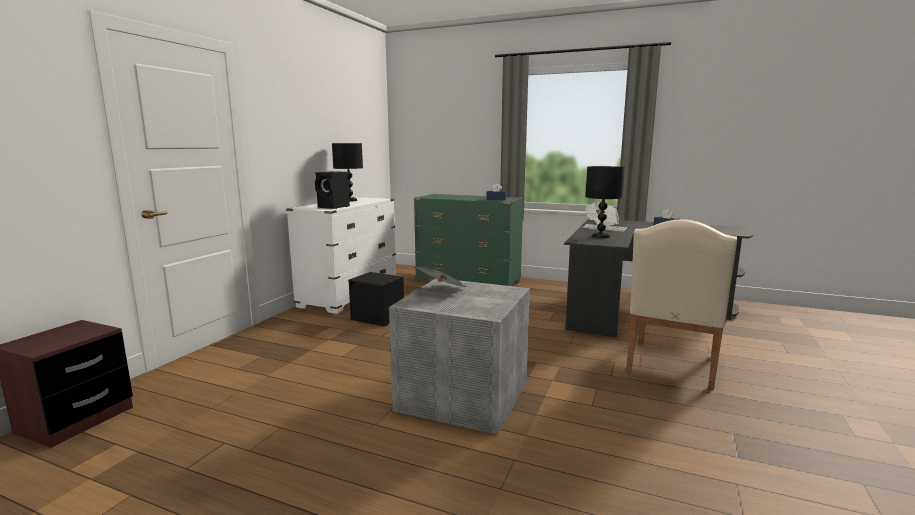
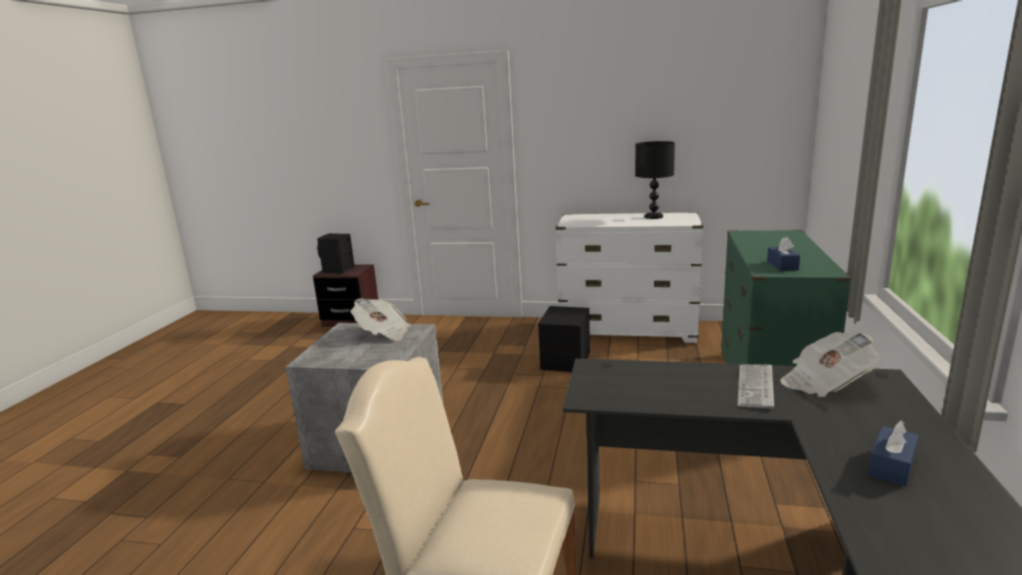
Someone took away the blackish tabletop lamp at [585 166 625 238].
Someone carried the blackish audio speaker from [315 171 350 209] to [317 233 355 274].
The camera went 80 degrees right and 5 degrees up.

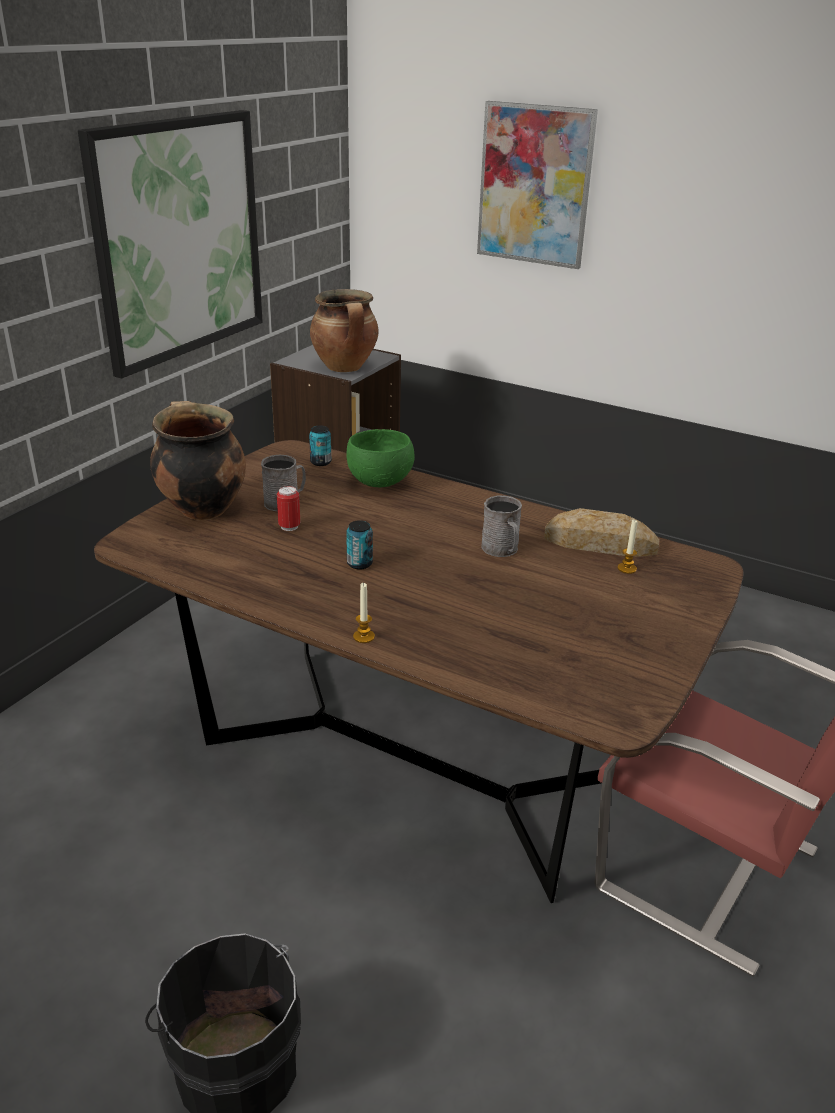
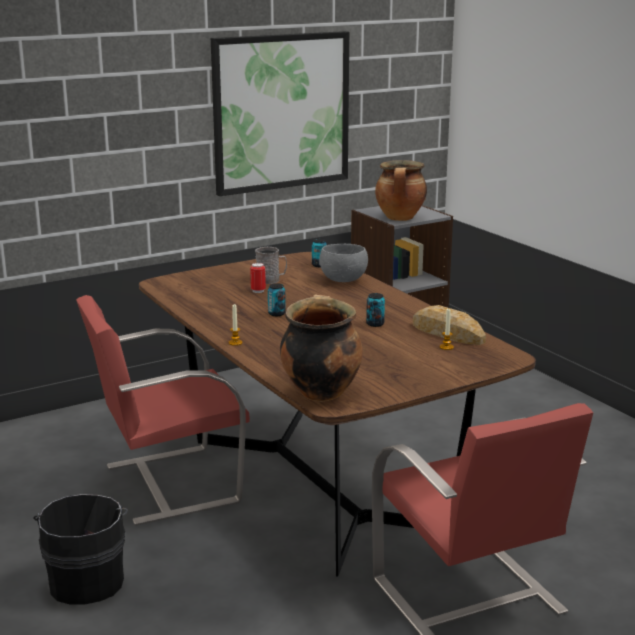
Someone took away the wall art at [477 101 598 269].
Someone put down the red upright chair at [76 295 250 526].
Someone carried the saucepot from [150 401 246 520] to [280 295 363 401].
Someone swapped the greyish tea mug at [481 495 522 557] for the sealed can at [366 293 385 327].
Someone repainted the green bowl at [346 429 414 487], which became the greyish bowl at [320 244 368 282].
The camera went 30 degrees right and 10 degrees down.

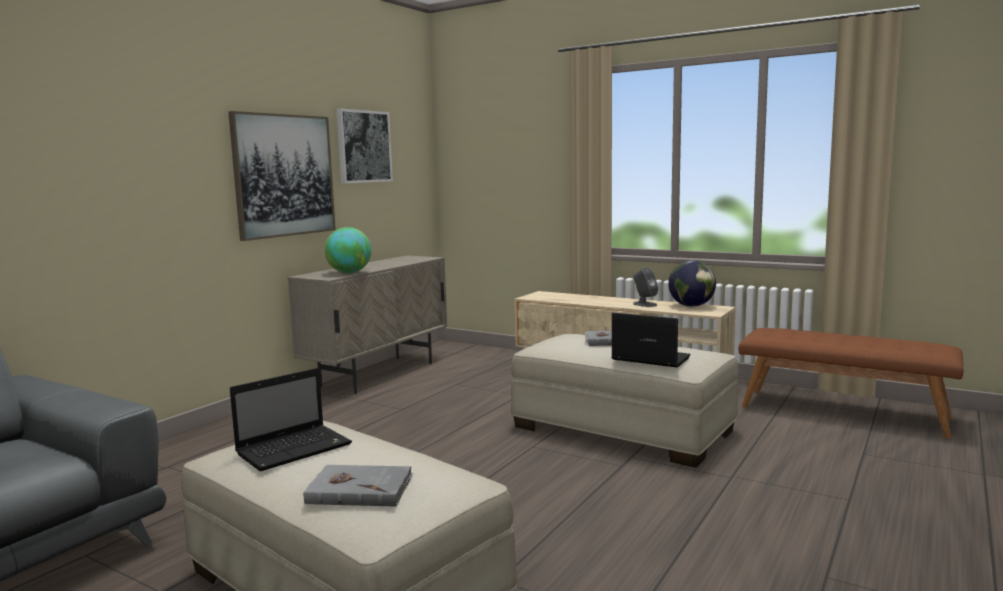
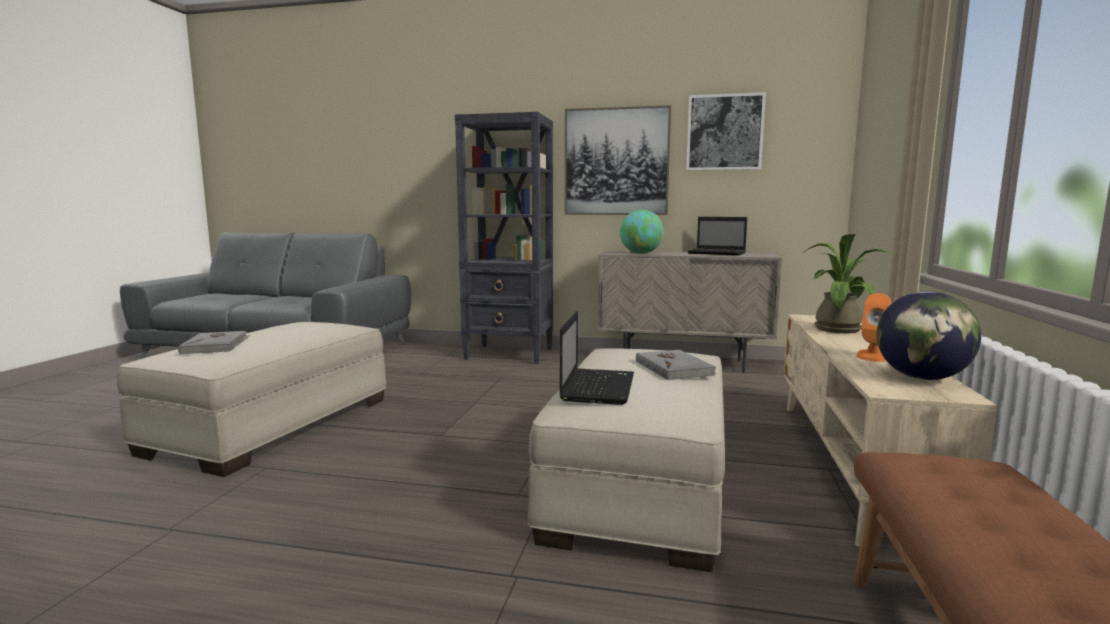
Someone put down the blackish bookcase at [455 112 553 364].
Someone put down the potted plant at [804 234 897 333].
Someone carried the portable computer from [230 368 352 471] to [688 217 747 256].
Someone repainted the greyish audio speaker at [633 267 658 307], which became the orange audio speaker at [857 293 892 362].
The camera went 70 degrees right and 0 degrees up.

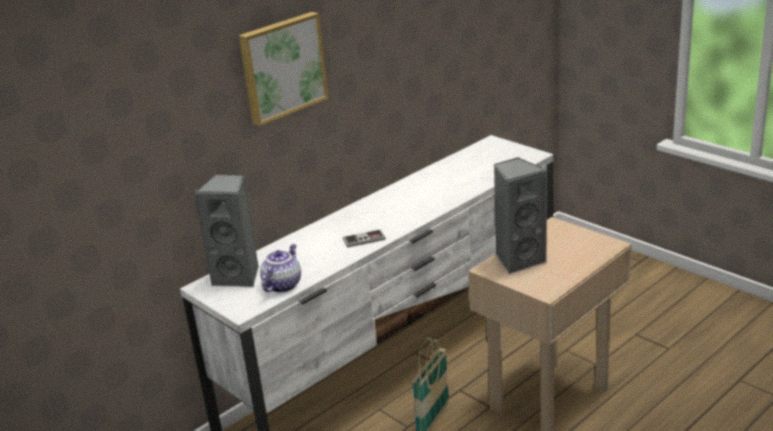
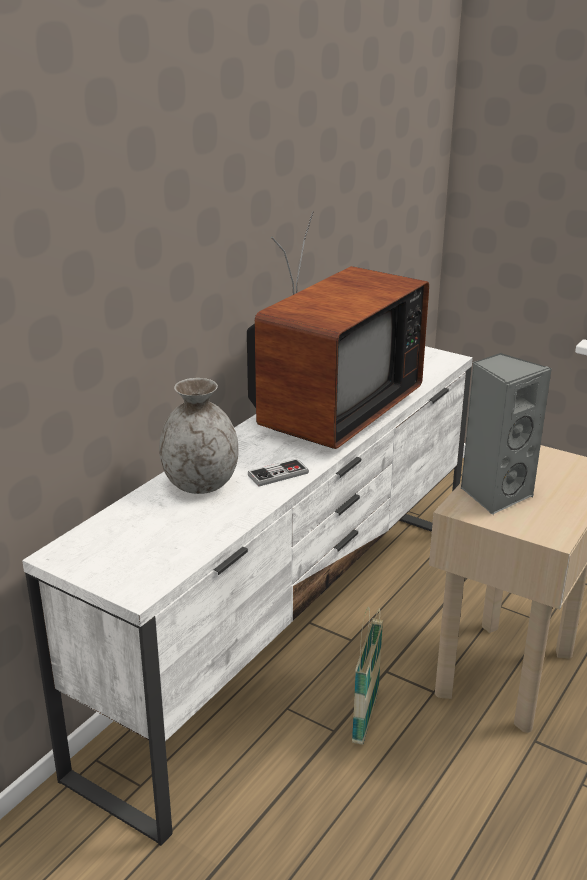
Someone took away the greyish audio speaker at [193 174 259 288].
Someone took away the wall art at [239 12 328 126].
Someone took away the teapot at [260 244 301 293].
Someone put down the greyish vase at [159 378 239 494].
Someone put down the TV at [247 211 429 449].
The camera went 15 degrees left and 0 degrees up.

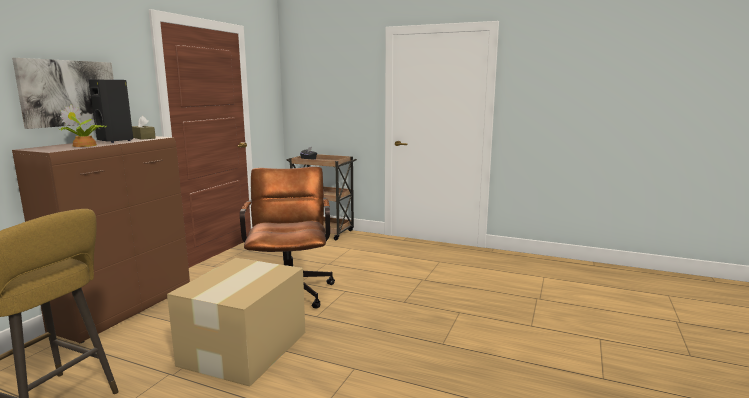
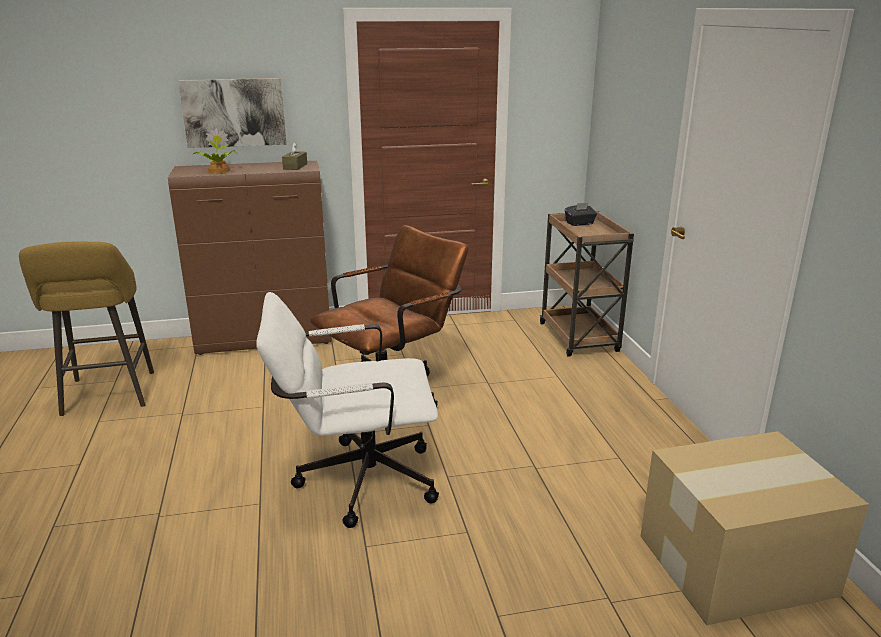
Someone took away the blackish audio speaker at [89 80 133 143].
Someone put down the white office chair at [256 292 439 528].
Someone carried the carton from [167 258 305 387] to [640 431 869 626].
The camera went 55 degrees right and 10 degrees up.

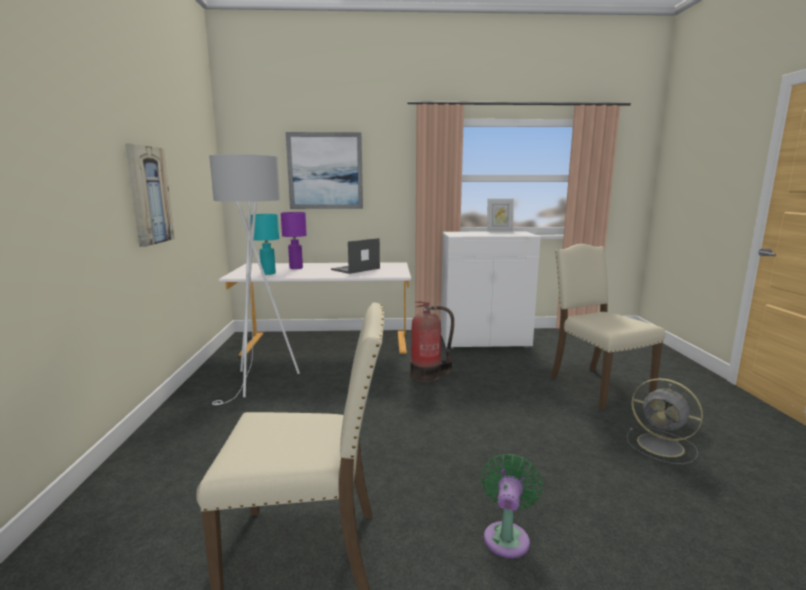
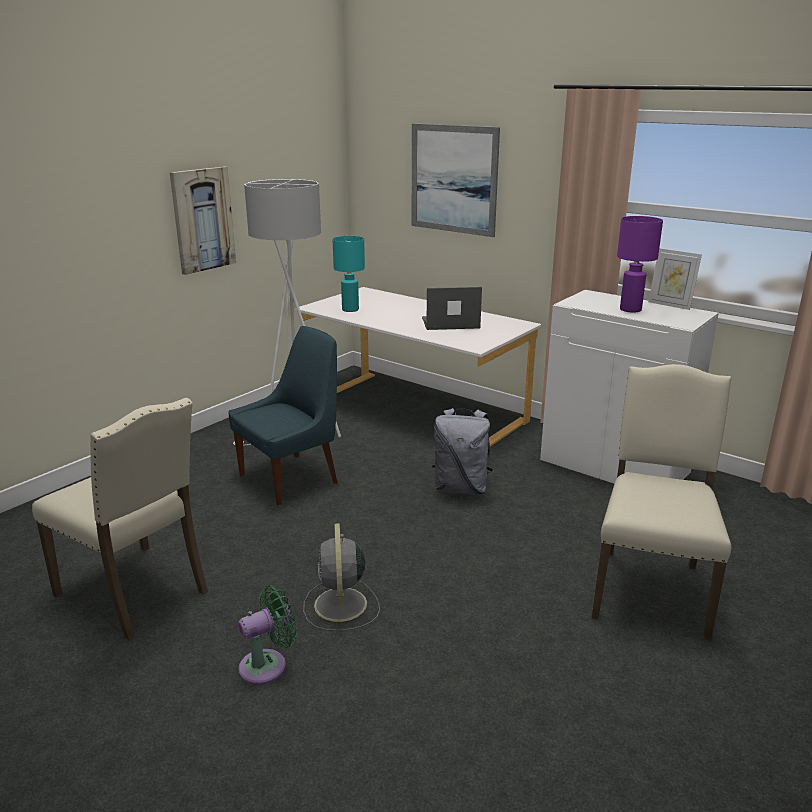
Someone put down the blue-coloured upright chair at [228 326 338 506].
Someone carried the purple tabletop lamp from [281 212 307 269] to [617 216 663 313].
Someone carried the greyish electric fan from [627 378 703 464] to [303 523 380 631].
Someone swapped the fire extinguisher at [411 301 454 382] for the greyish backpack at [432 408 493 494].
The camera went 40 degrees right and 10 degrees up.

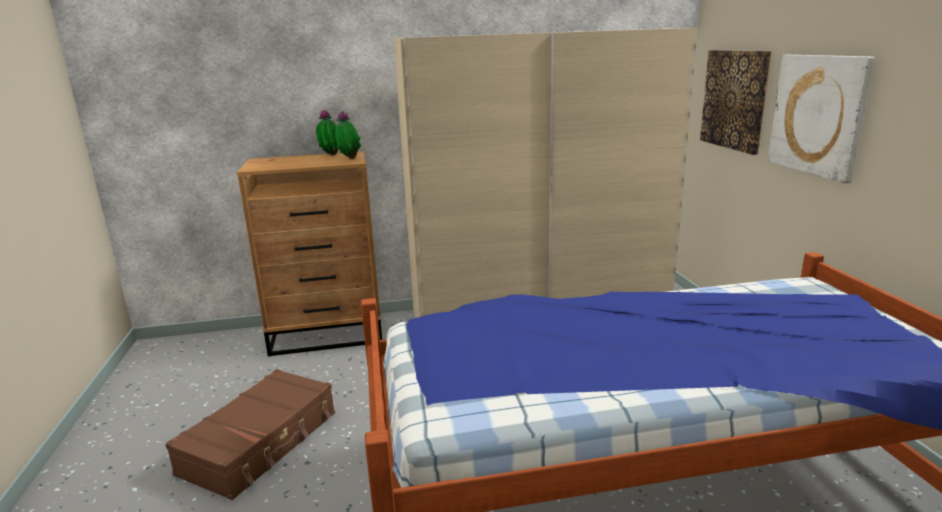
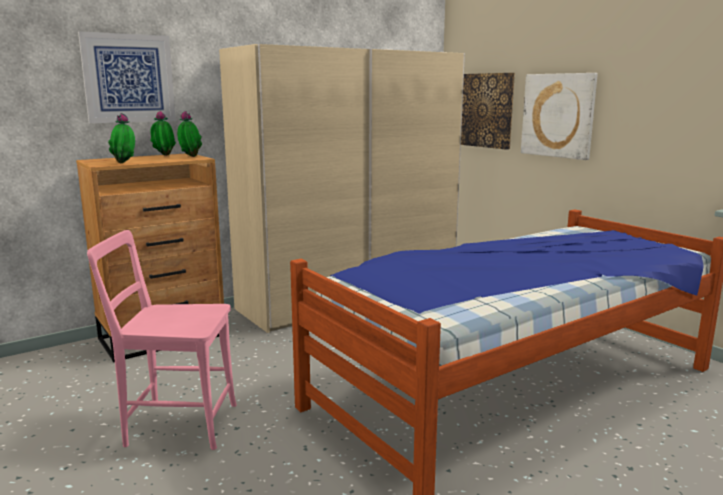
Someone put up the wall art at [78 31 176 123].
Someone put down the potted plant at [108 113 135 163].
Someone swapped the brown-coloured piece of luggage at [165 369 335 500] for the pink upright chair at [87 230 237 450].
The camera went 25 degrees left and 5 degrees down.

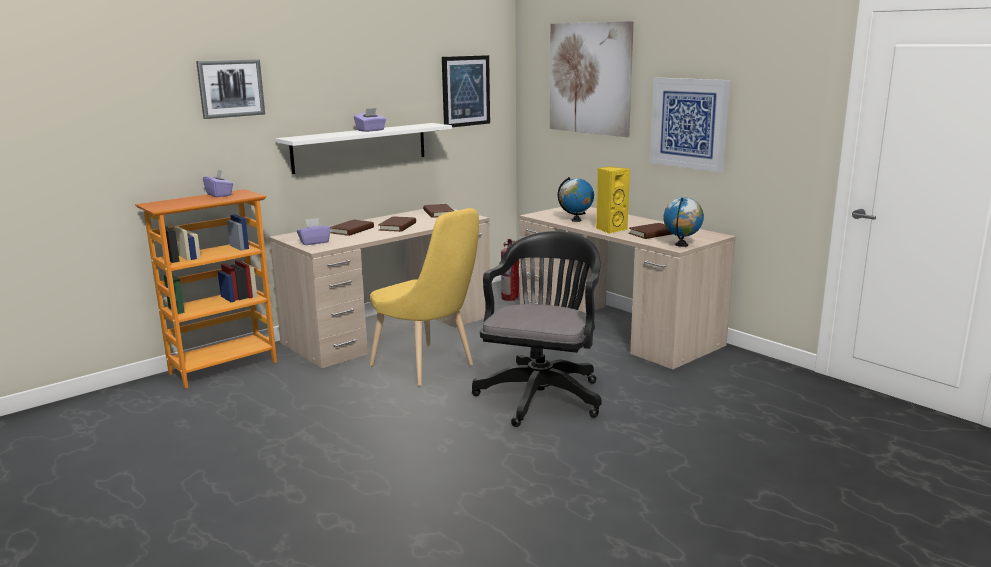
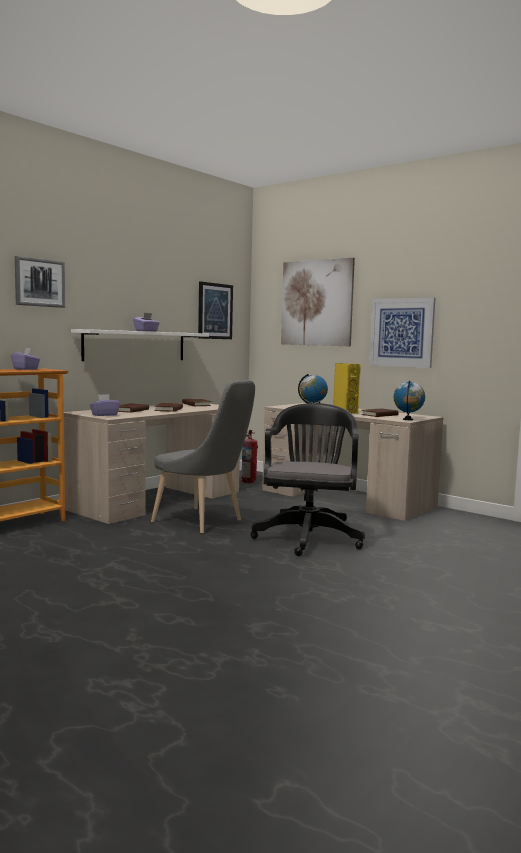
Someone repainted the yellow upright chair at [369 208 479 386], which became the greyish upright chair at [151 380 255 534].
The camera went 10 degrees left and 10 degrees down.

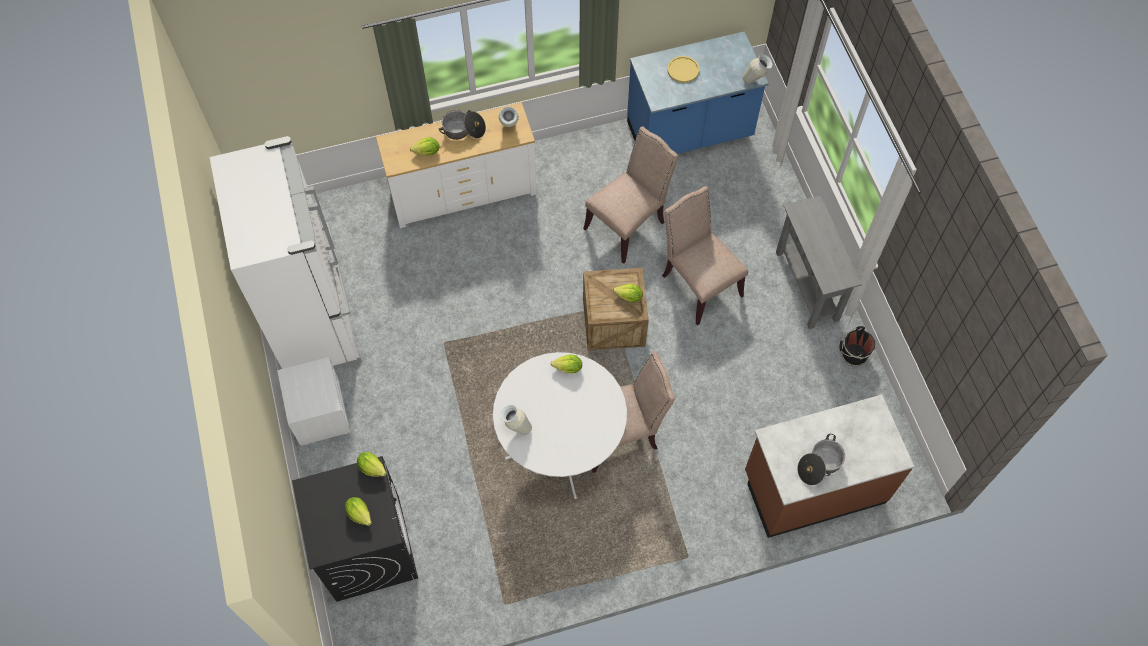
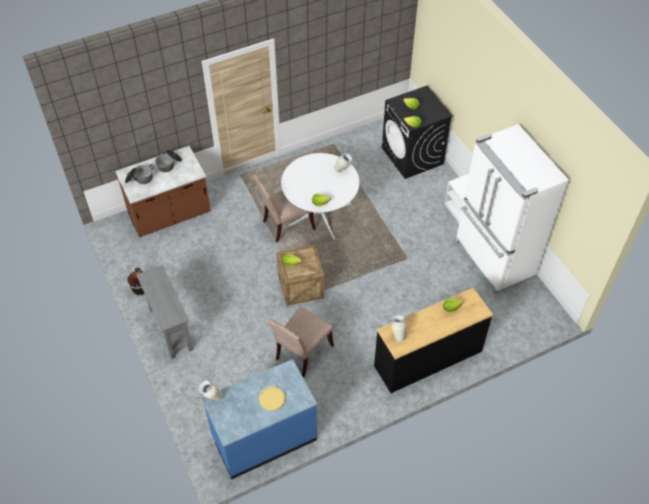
Someone took away the beige-coloured upright chair at [662 186 748 325].
Someone carried the saucepot from [439 110 486 140] to [125 164 154 184].
Someone repainted the white dresser at [376 102 537 228], which became the blackish dresser at [374 288 493 393].
The camera went 170 degrees right and 10 degrees down.

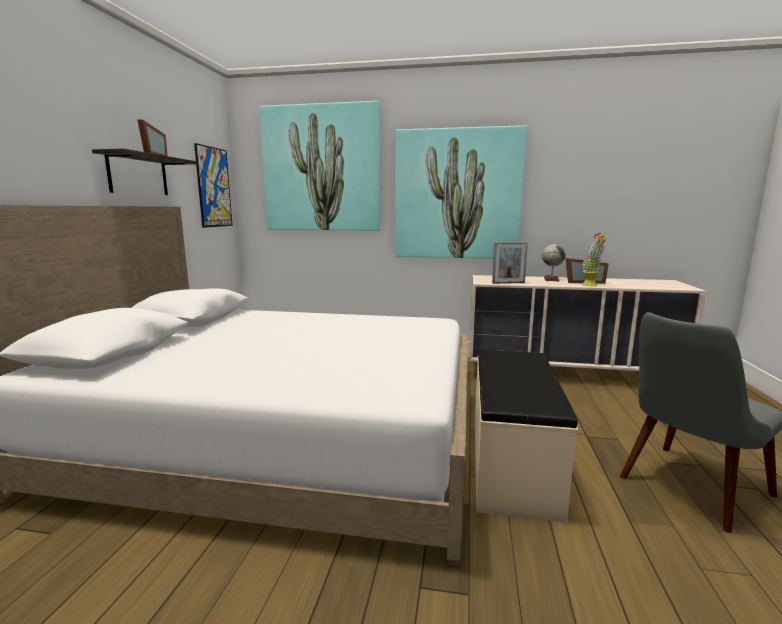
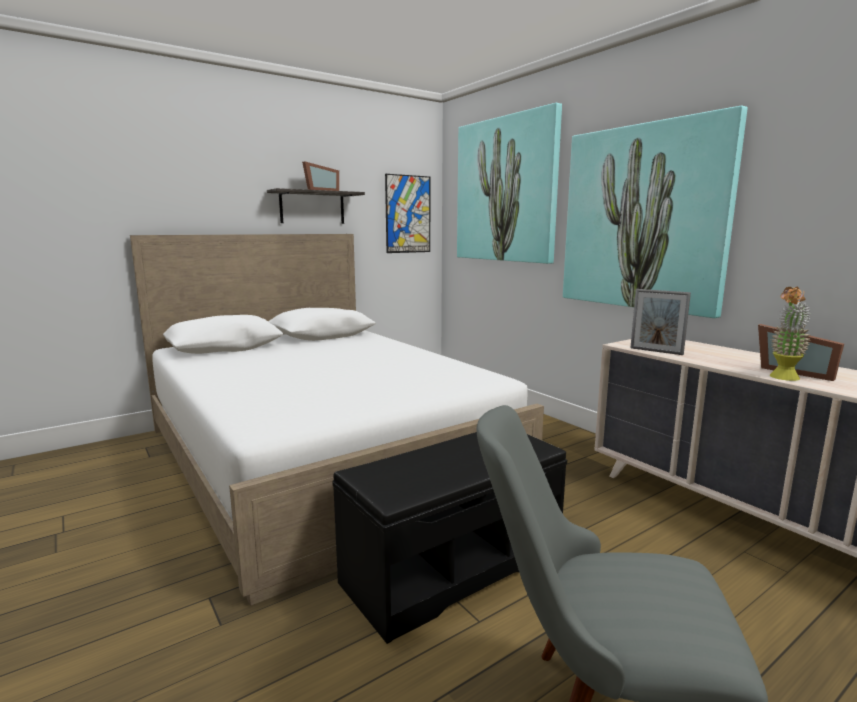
Someone took away the world globe at [542 243 565 281].
Someone repainted the beige-coloured indoor bench at [475 350 578 523], which became the blackish indoor bench at [332 432 567 644].
The camera went 45 degrees right and 0 degrees up.

